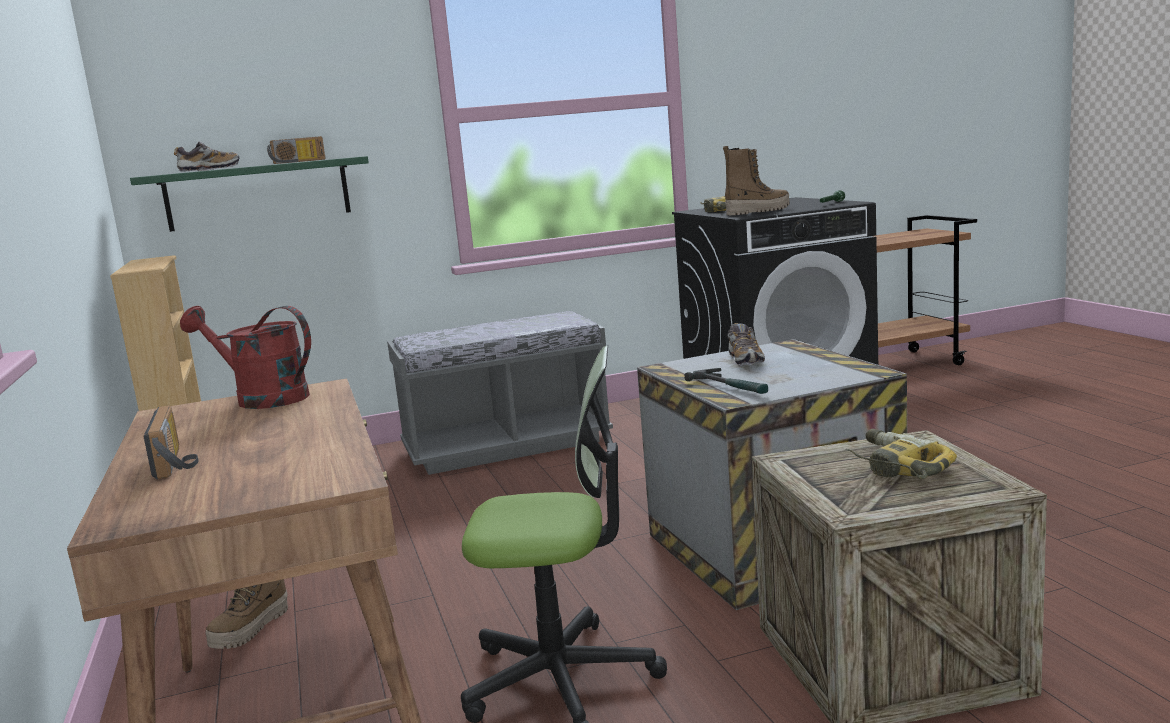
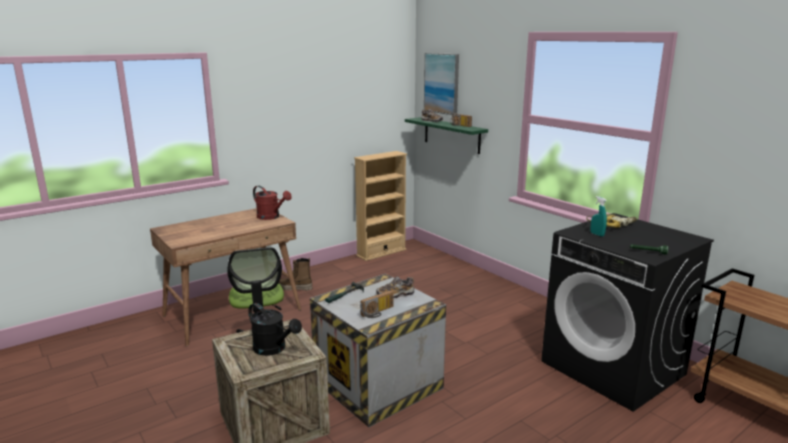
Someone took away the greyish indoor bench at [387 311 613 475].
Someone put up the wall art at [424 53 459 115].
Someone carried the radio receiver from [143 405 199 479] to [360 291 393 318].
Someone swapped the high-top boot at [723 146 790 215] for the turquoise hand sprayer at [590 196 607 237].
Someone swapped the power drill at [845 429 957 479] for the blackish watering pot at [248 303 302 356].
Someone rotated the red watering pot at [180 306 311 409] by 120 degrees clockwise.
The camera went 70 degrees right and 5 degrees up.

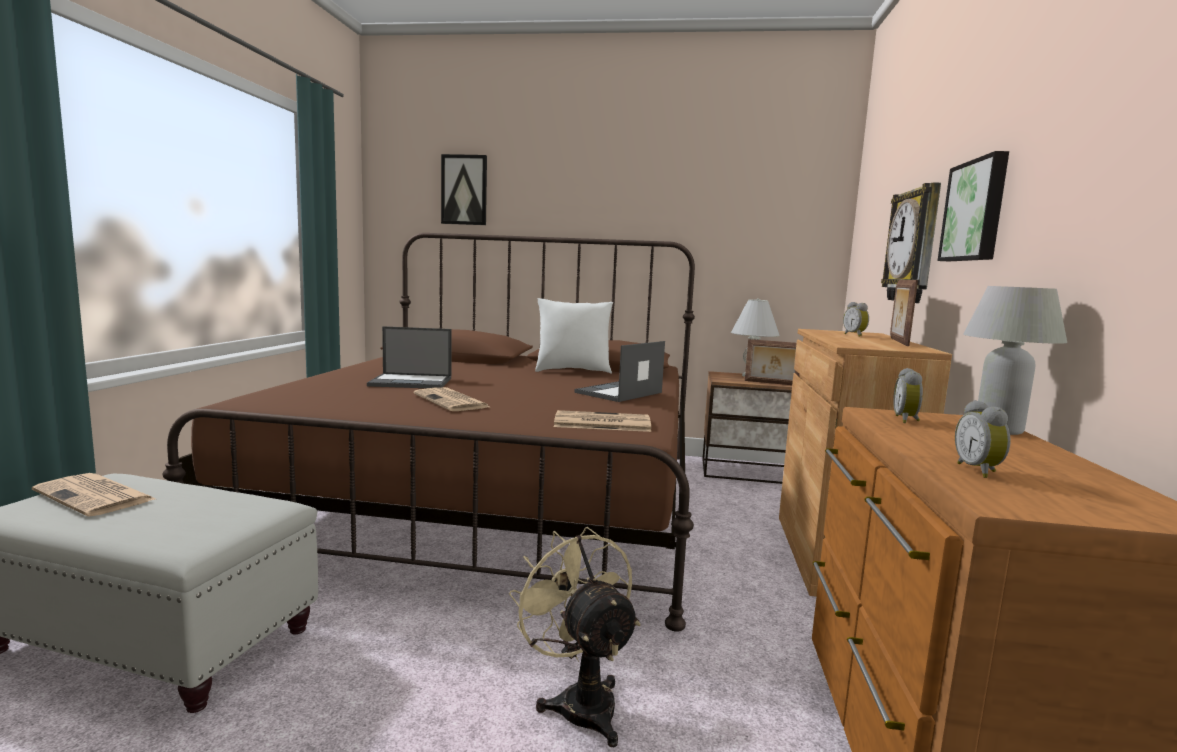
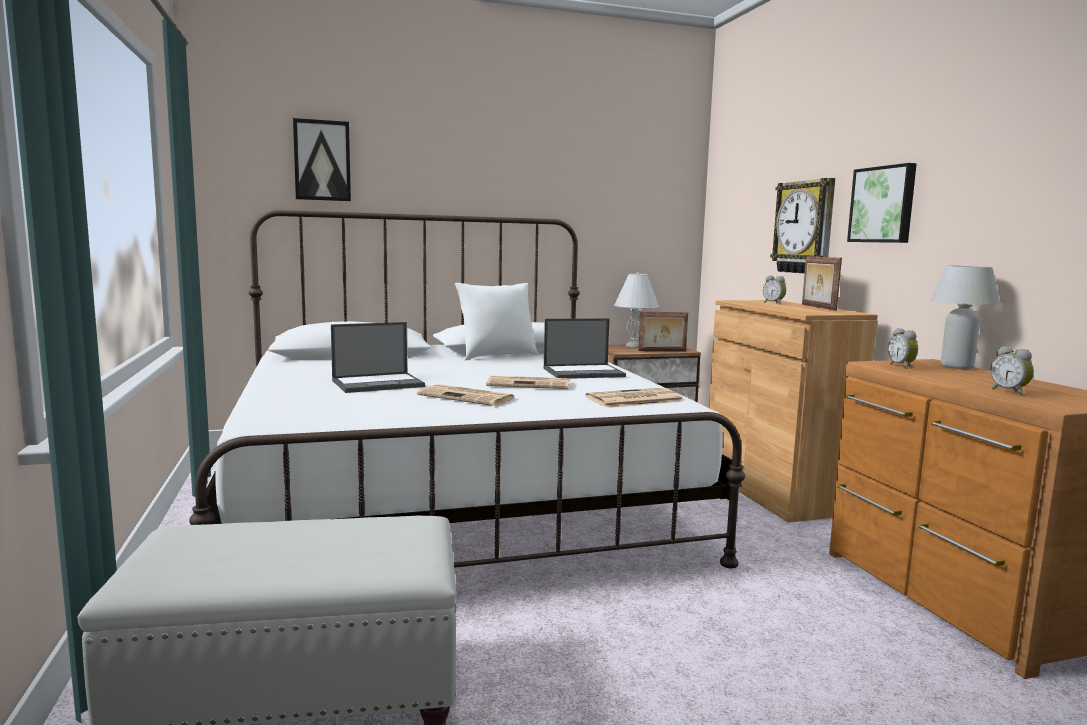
Someone took away the beige-coloured electric fan at [509 527 640 747].
Someone carried the newspaper from [32 473 156 517] to [486 376 570 389].
Someone repainted the brown-coloured bed at [162 233 695 632], which became the white bed at [189 210 745 568].
Someone rotated the portable computer at [575 341 665 402] by 120 degrees counterclockwise.
The camera went 25 degrees left and 0 degrees up.

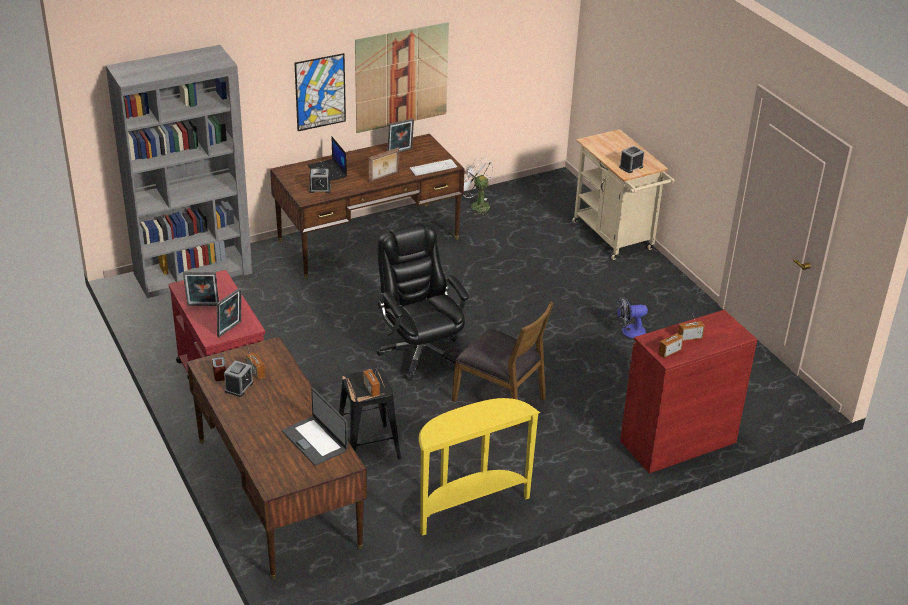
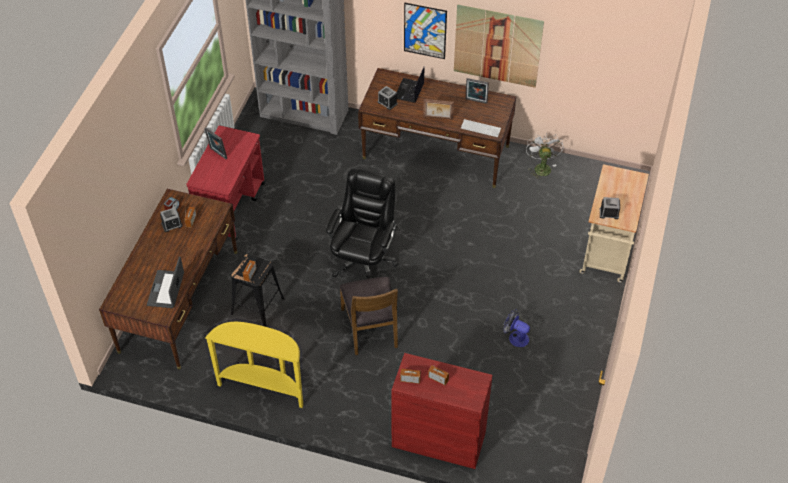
Someone took away the standing frame at [217 288 242 337].
The camera went 45 degrees right and 15 degrees up.

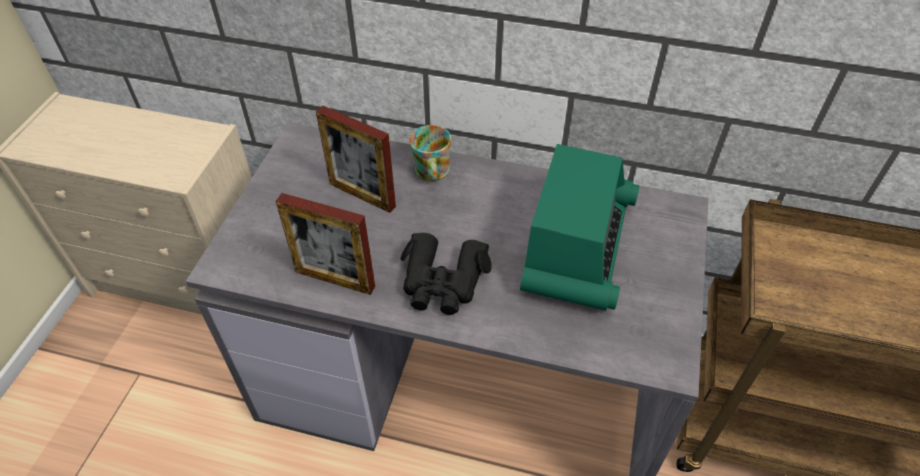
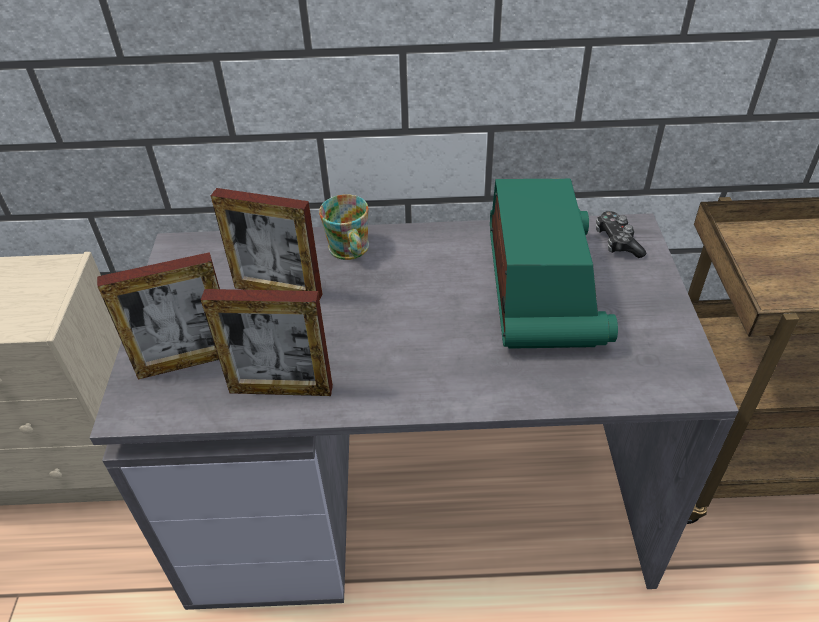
Someone took away the blackish binoculars at [400 233 492 315].
Someone put down the standing frame at [97 252 220 379].
Someone put down the joypad at [596 211 646 258].
The camera went 15 degrees left and 5 degrees down.

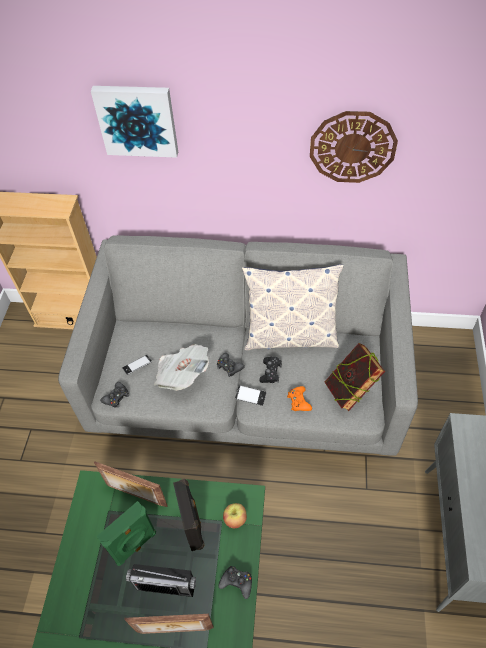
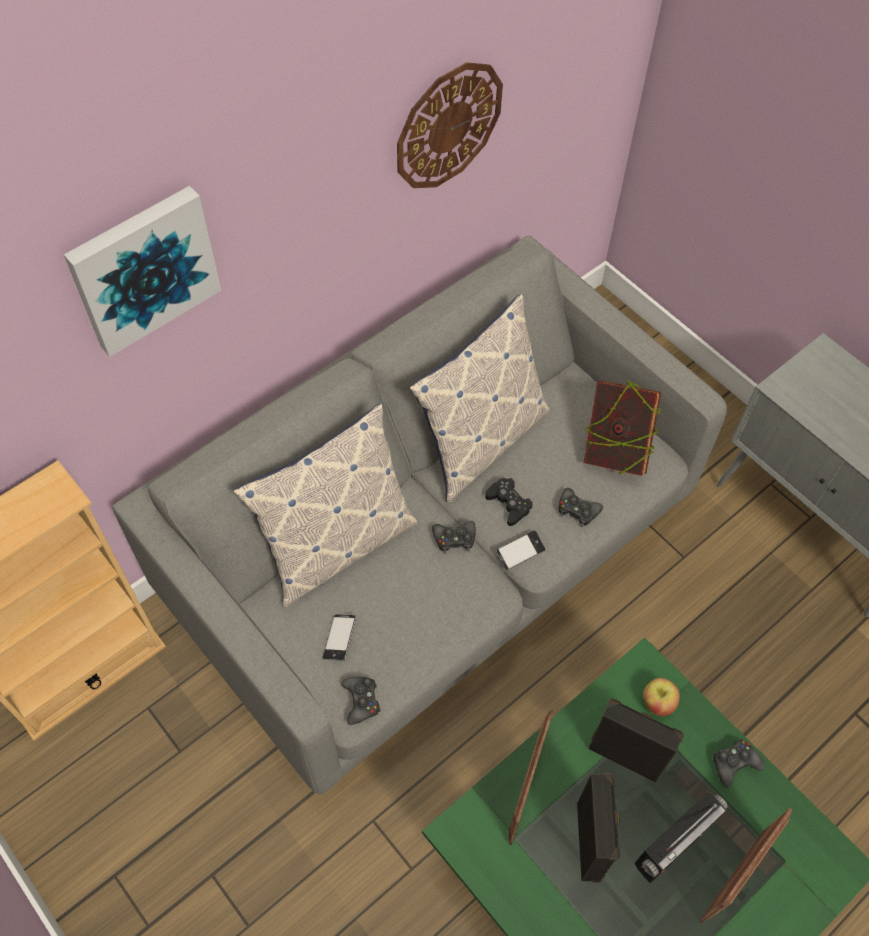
Someone took away the newspaper at [154 344 209 391].
Someone put down the pillow at [233 404 417 608].
Someone repainted the green audio speaker at [96 501 156 566], which became the blackish audio speaker at [577 773 620 883].
Someone repainted the orange joypad at [287 386 312 411], which became the blackish joypad at [559 488 603 527].
Someone rotated the standing frame at [94 461 168 507] by 135 degrees clockwise.
The camera went 50 degrees left and 5 degrees up.

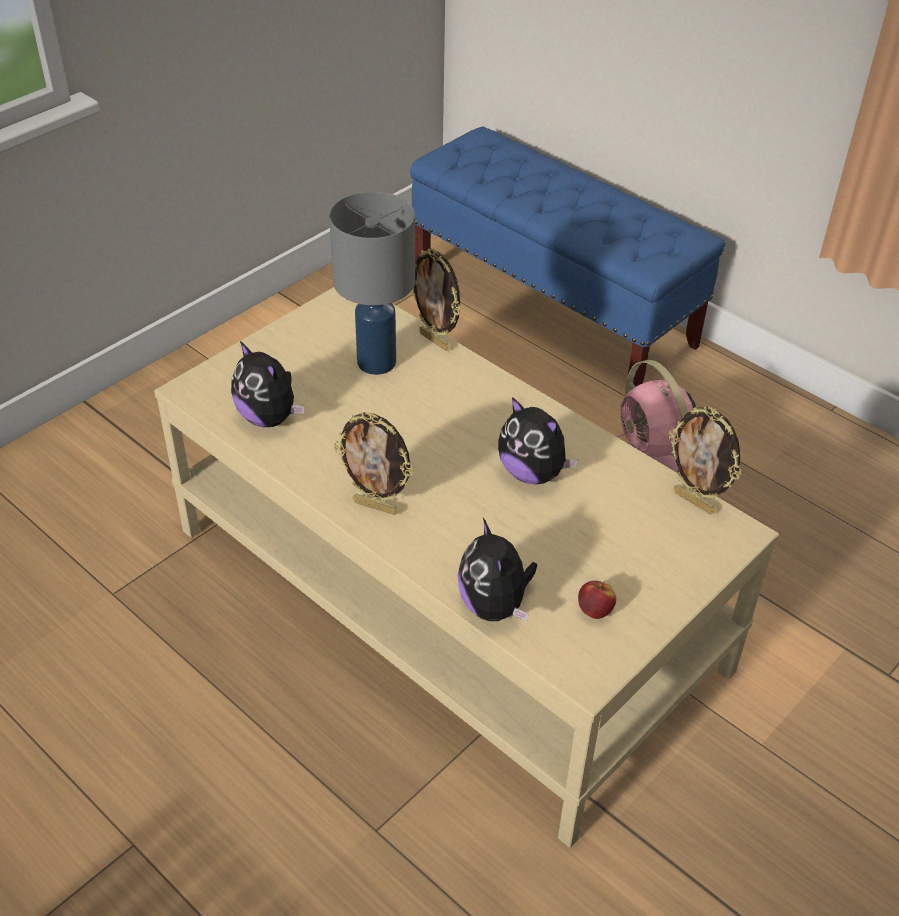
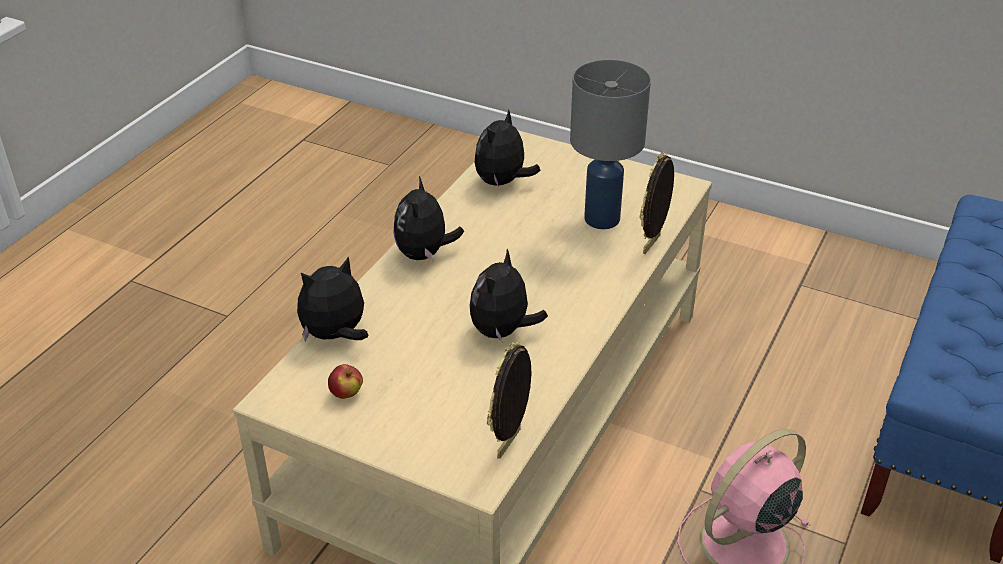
Someone swapped the standing frame at [334 412 414 515] for the plush toy at [394 176 464 261].
The camera went 75 degrees right and 5 degrees down.

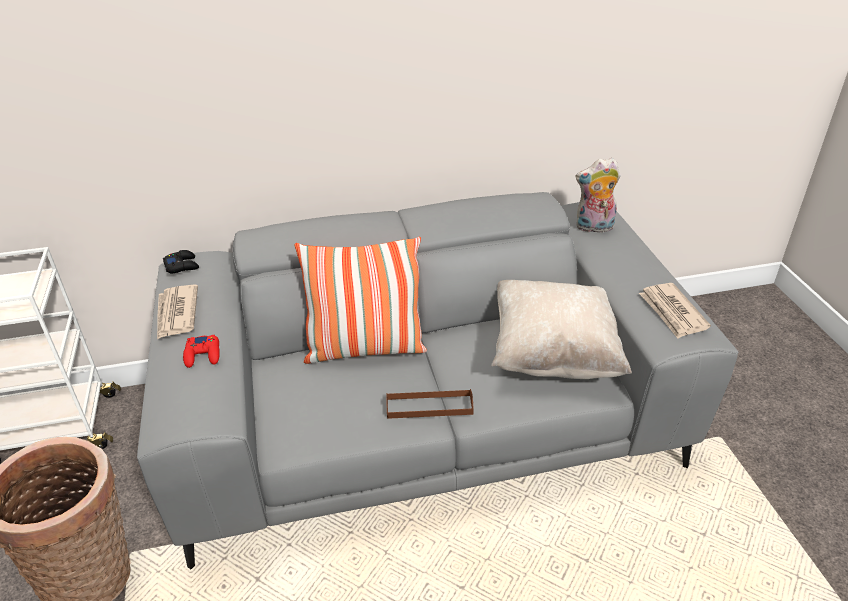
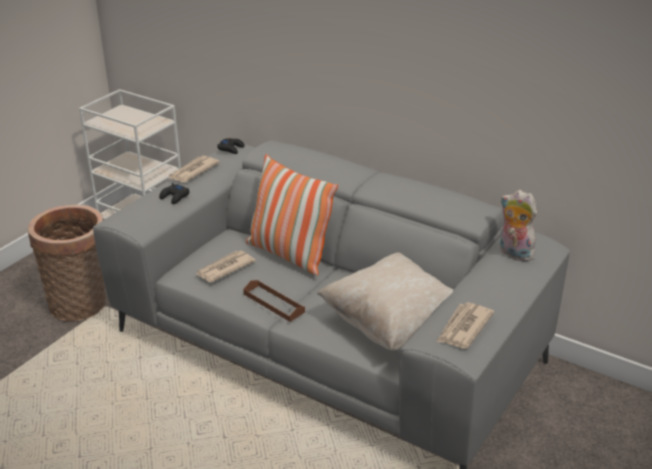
Someone put down the newspaper at [195 250 256 282].
Someone repainted the red joypad at [183 335 220 368], which became the blackish joypad at [159 183 190 204].
The camera went 45 degrees right and 5 degrees down.

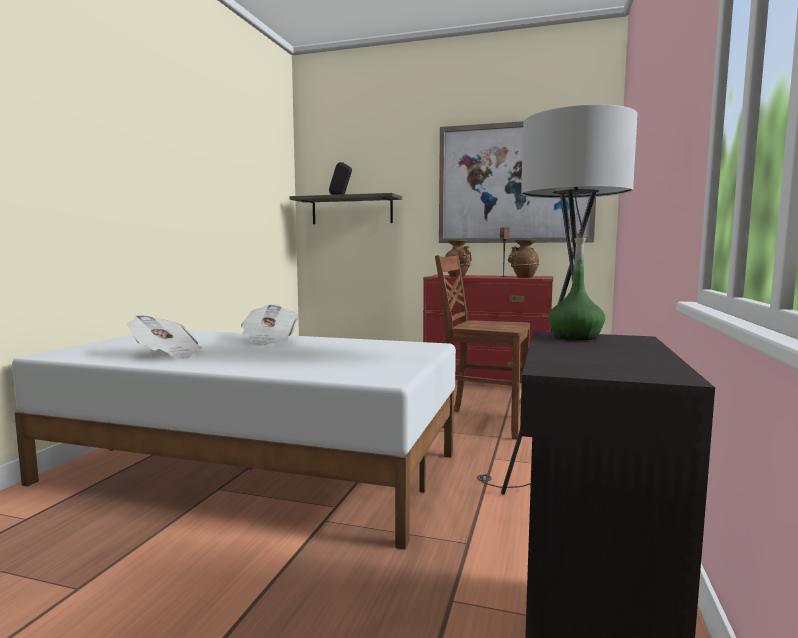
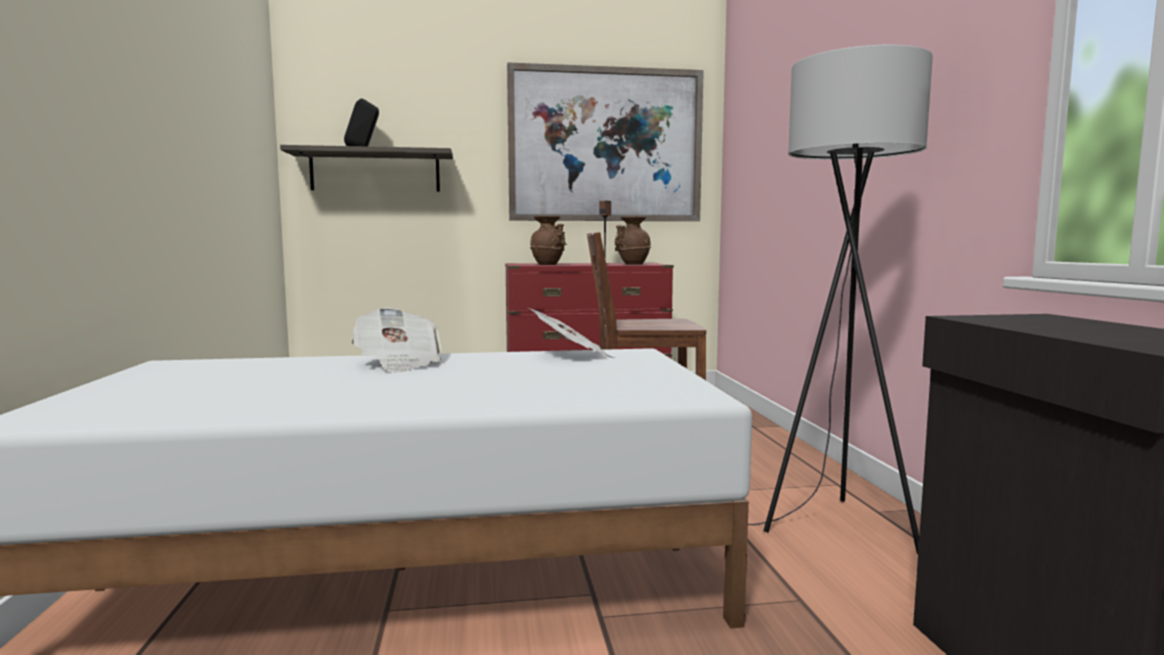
Someone took away the green drink bottle at [549 234 605 340].
Someone carried the newspaper from [127 315 202 359] to [528 308 614 358].
The camera went 25 degrees left and 0 degrees up.

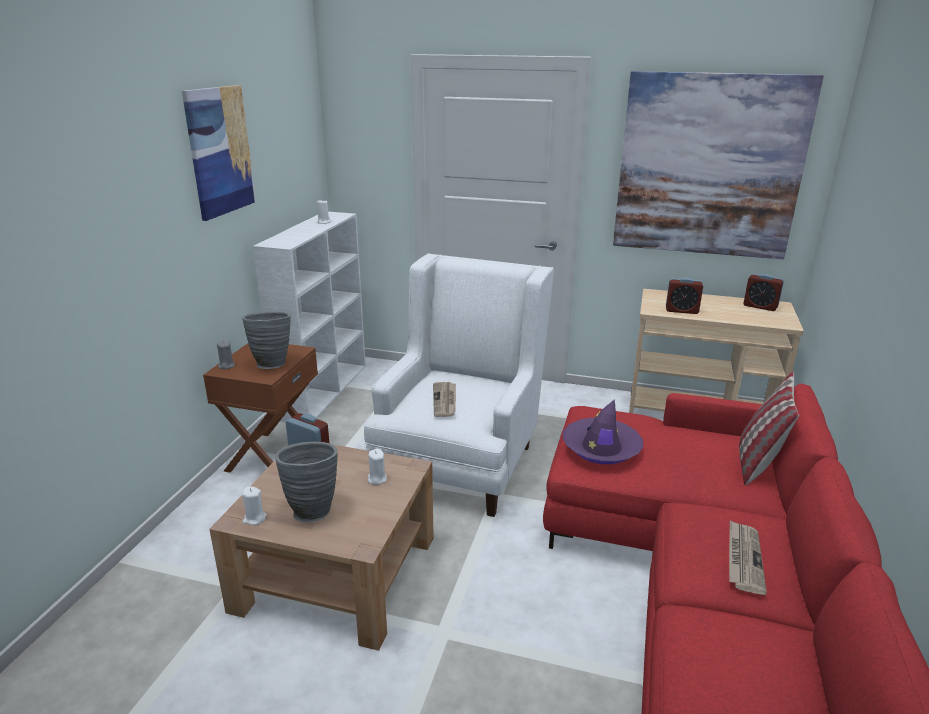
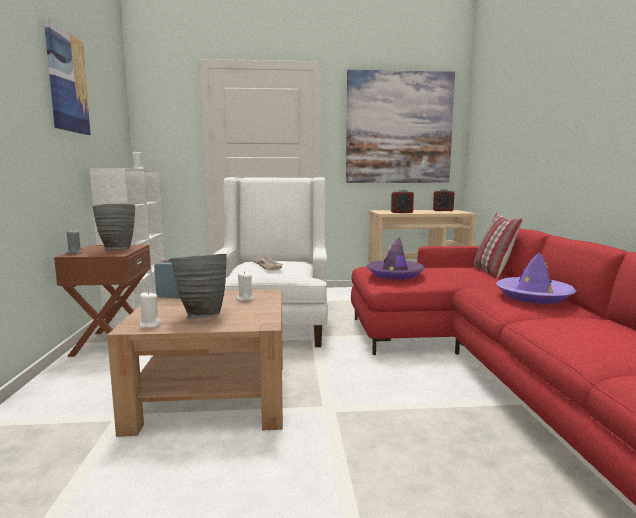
Someone swapped the newspaper at [729 520 767 595] for the purple clothing hat at [496 252 576 304].
The camera went 20 degrees left and 15 degrees down.

